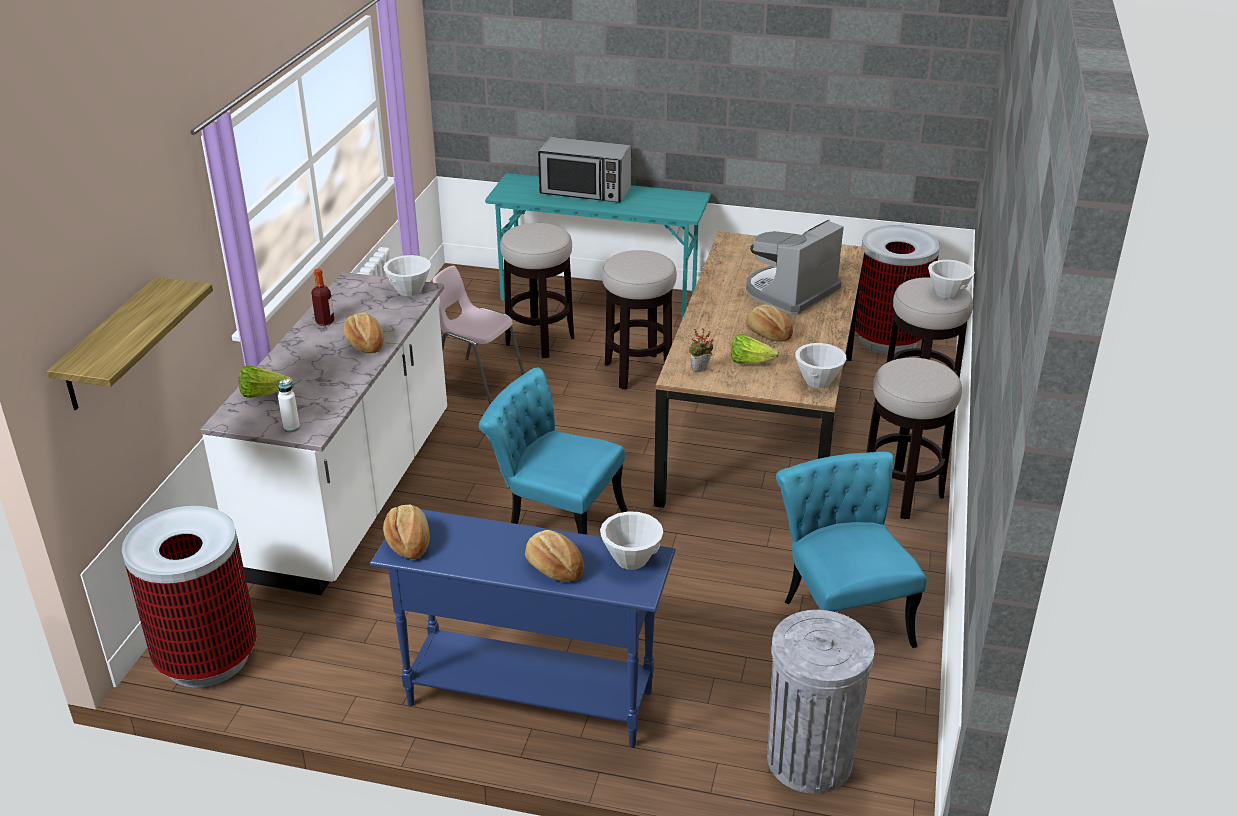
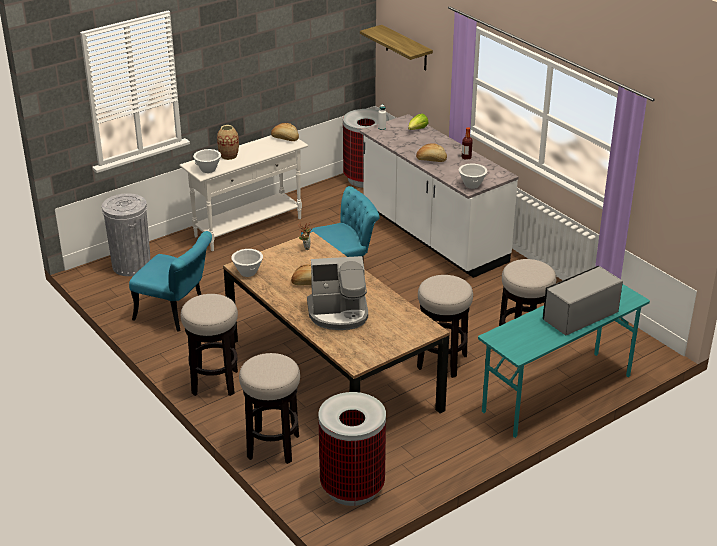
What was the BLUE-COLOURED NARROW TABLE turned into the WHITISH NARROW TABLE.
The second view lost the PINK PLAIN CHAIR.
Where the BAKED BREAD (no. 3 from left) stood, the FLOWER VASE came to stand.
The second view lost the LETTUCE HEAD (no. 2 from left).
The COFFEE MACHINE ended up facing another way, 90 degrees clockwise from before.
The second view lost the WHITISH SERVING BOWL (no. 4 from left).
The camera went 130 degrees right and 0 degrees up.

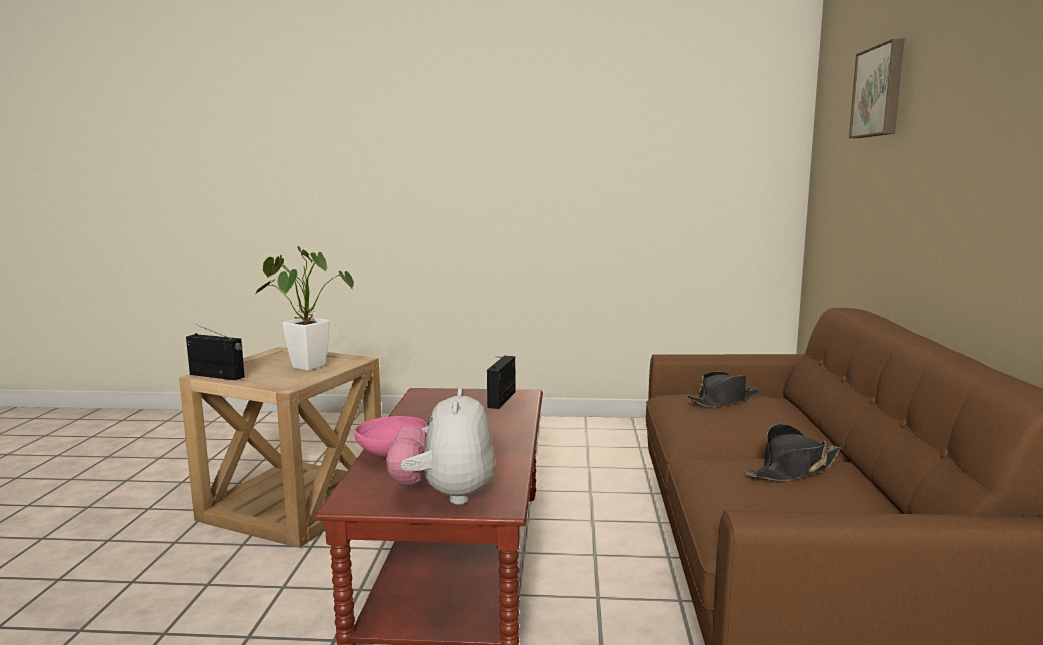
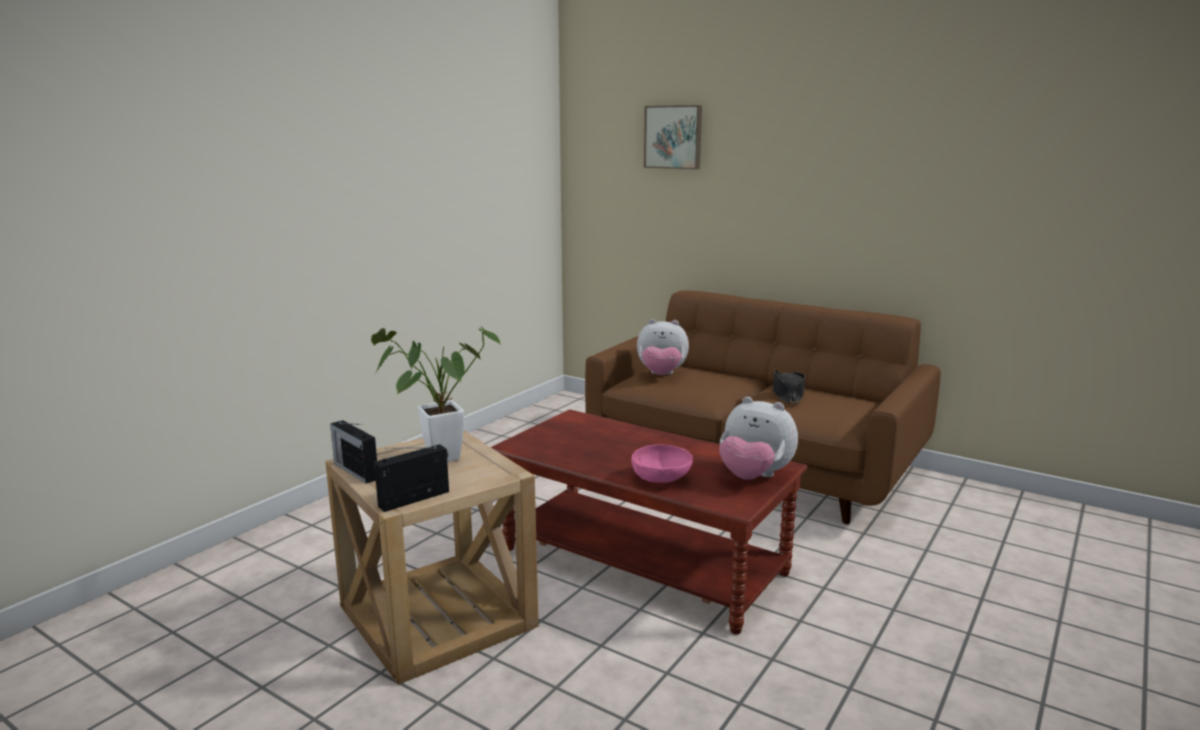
The RADIO (no. 2 from left in the first image) ended up elsewhere.
Where the BLACK-COLOURED HAT (no. 1 from left) stood, the SOFT TOY (no. 1 from left) came to stand.
The camera went 60 degrees left and 5 degrees up.

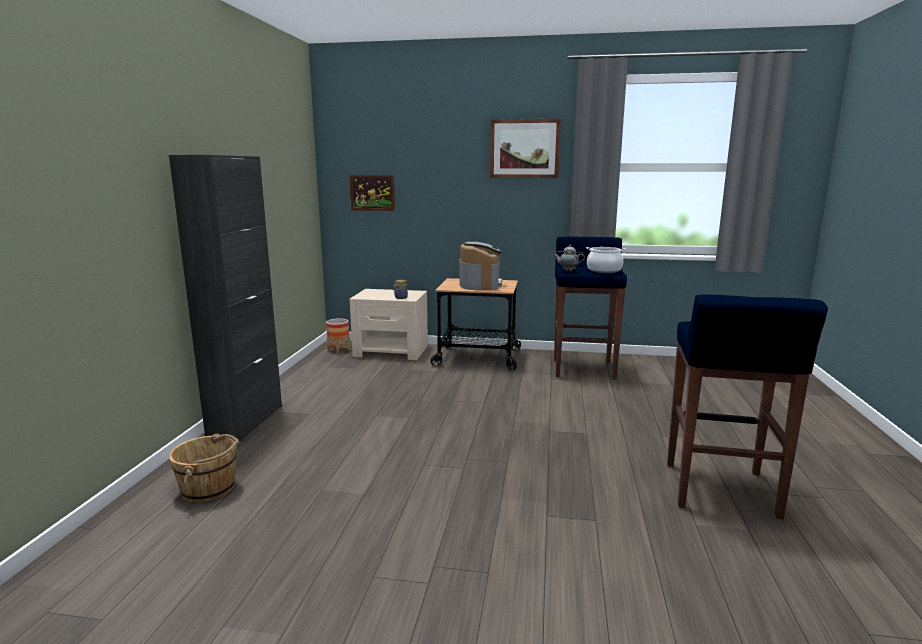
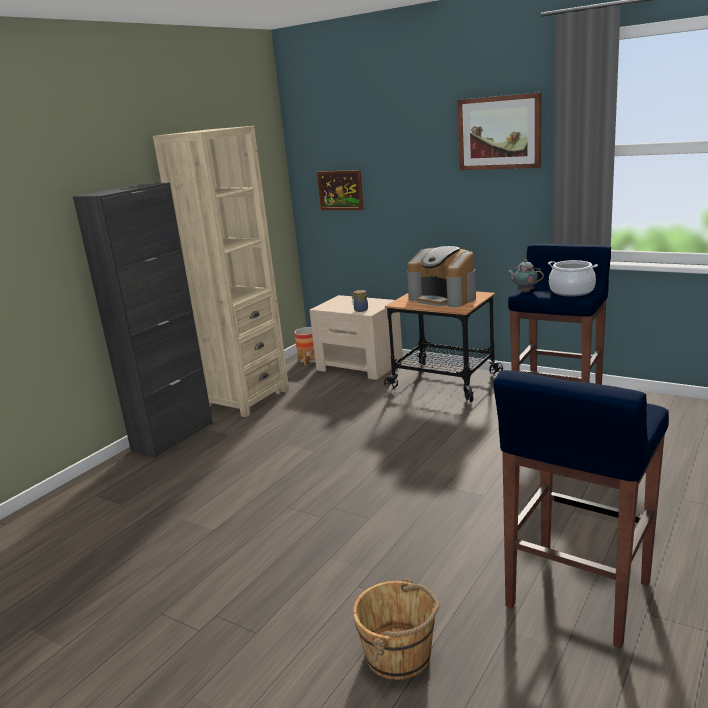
The BROWN-COLOURED PAIL ended up elsewhere.
The COFFEE MACHINE ended up facing another way, 105 degrees clockwise from before.
The second view gained the BEIGE BOOKSHELF.
The camera went 25 degrees right and 5 degrees up.

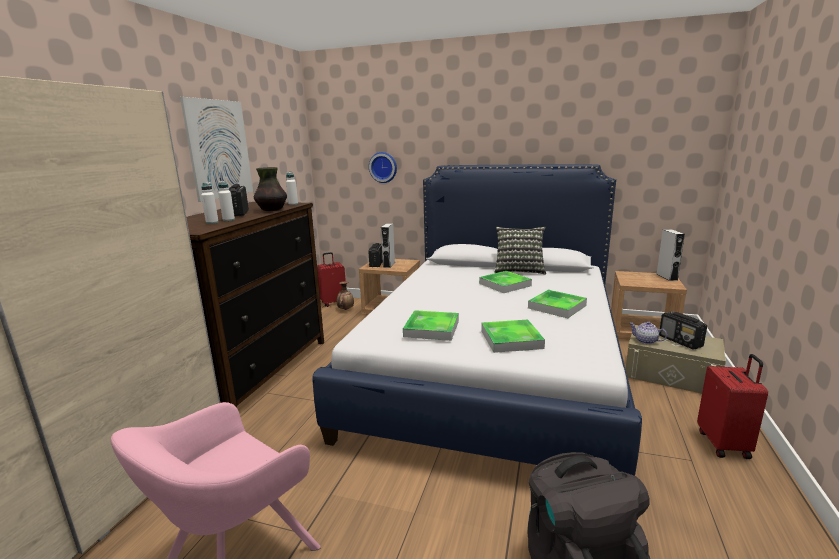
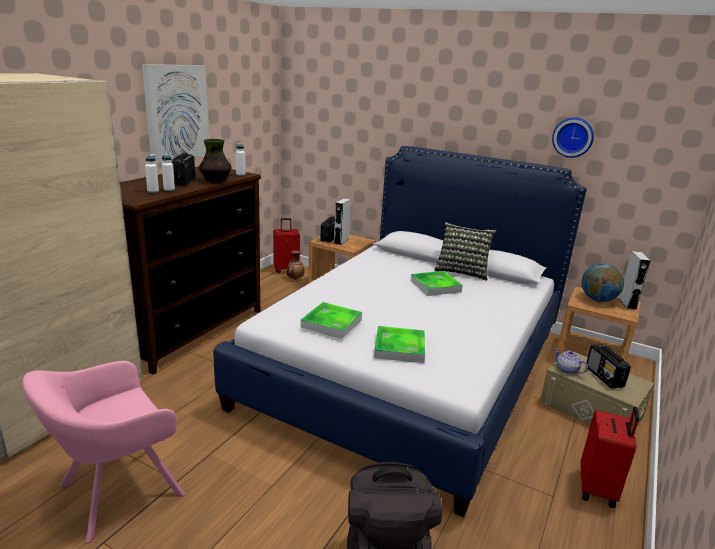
The CLOCK ON THE WALL ended up elsewhere.
The second view lost the CARRYING TRAY (no. 4 from left).
The second view gained the WORLD GLOBE.
The camera went 10 degrees right and 5 degrees up.

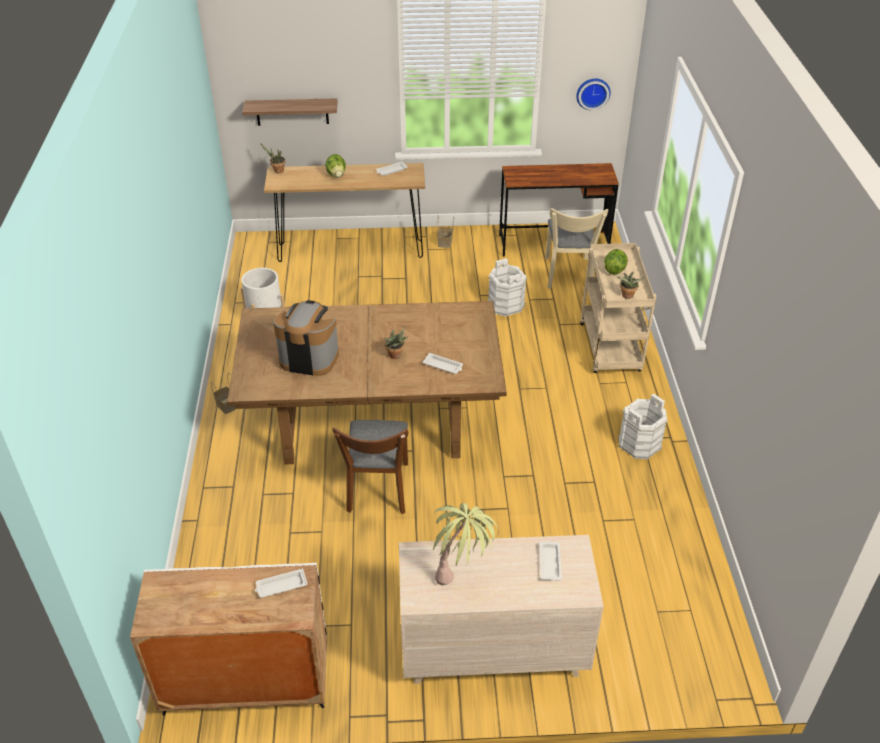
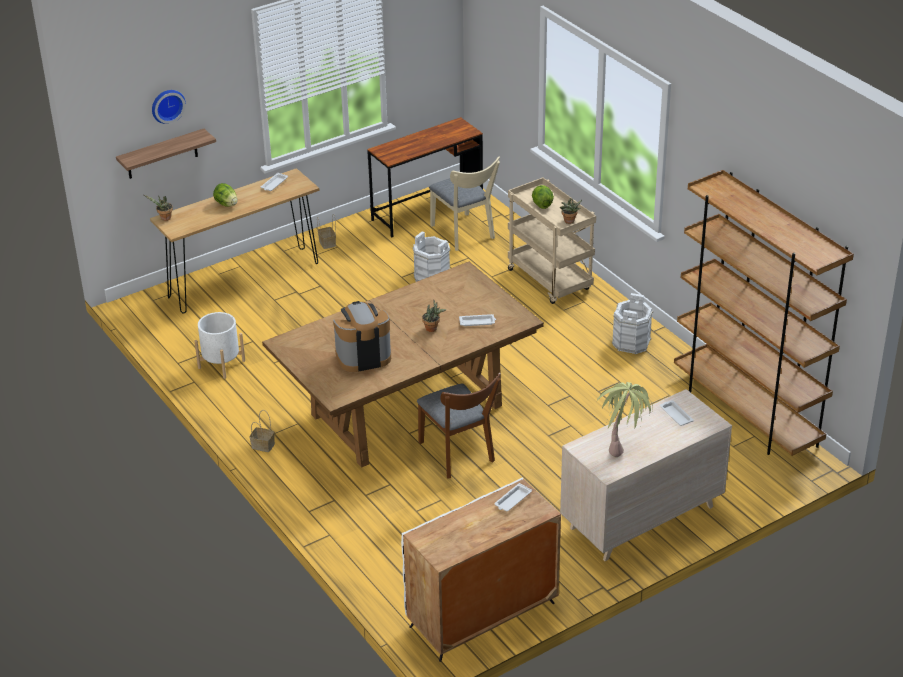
The CLOCK ON THE WALL ended up elsewhere.
The second view gained the BROWN-COLOURED BOOKSHELF.
The camera went 30 degrees left and 5 degrees down.

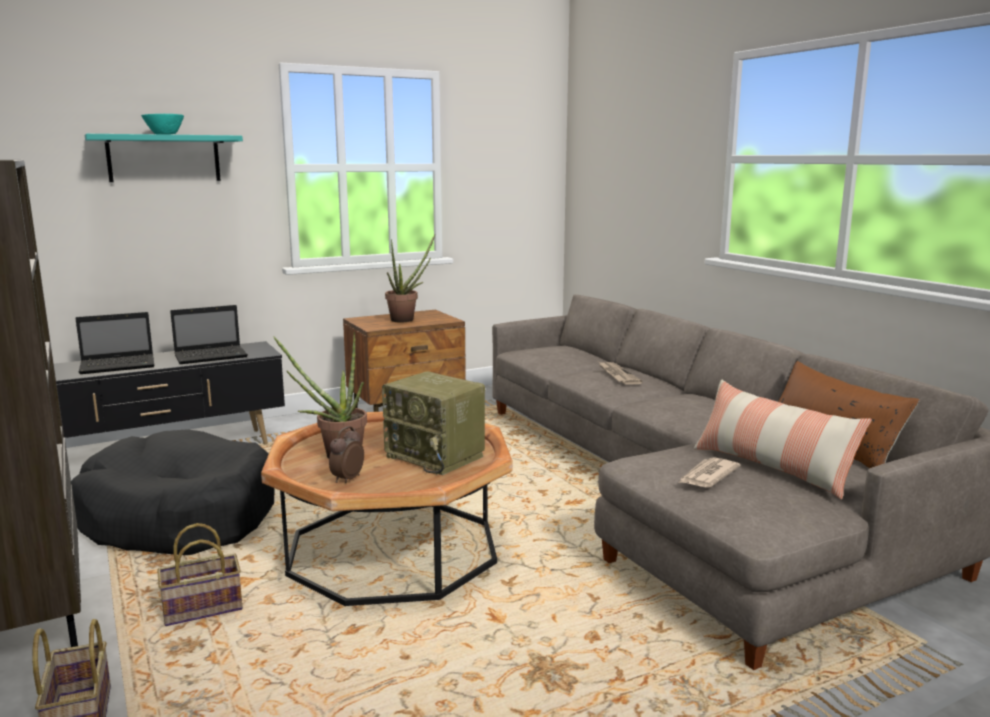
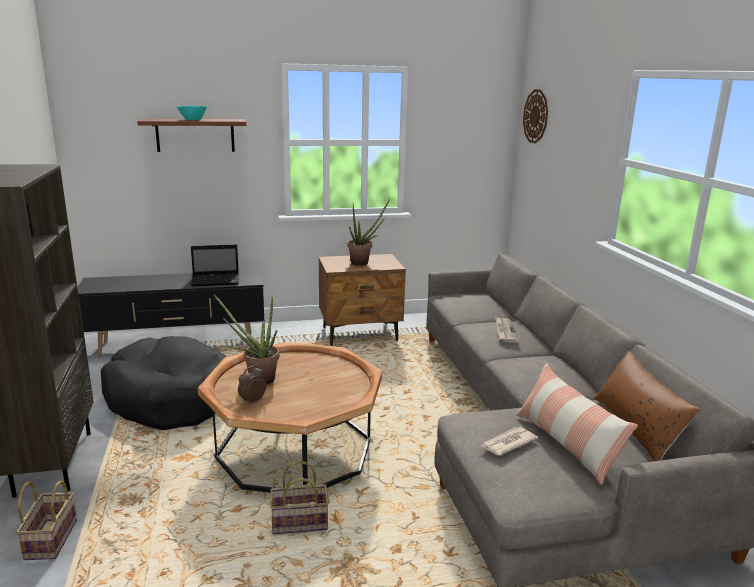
The second view lost the NOTEBOOK COMPUTER (no. 1 from left).
What was the TURQUOISE-COLOURED WALL SHELF turned into the BROWN-COLOURED WALL SHELF.
The HOUSEHOLD BASKET (no. 2 from left) ended up elsewhere.
The second view lost the RADIO.
The second view gained the CLOCK ON THE WALL.
The camera went 15 degrees right and 5 degrees up.

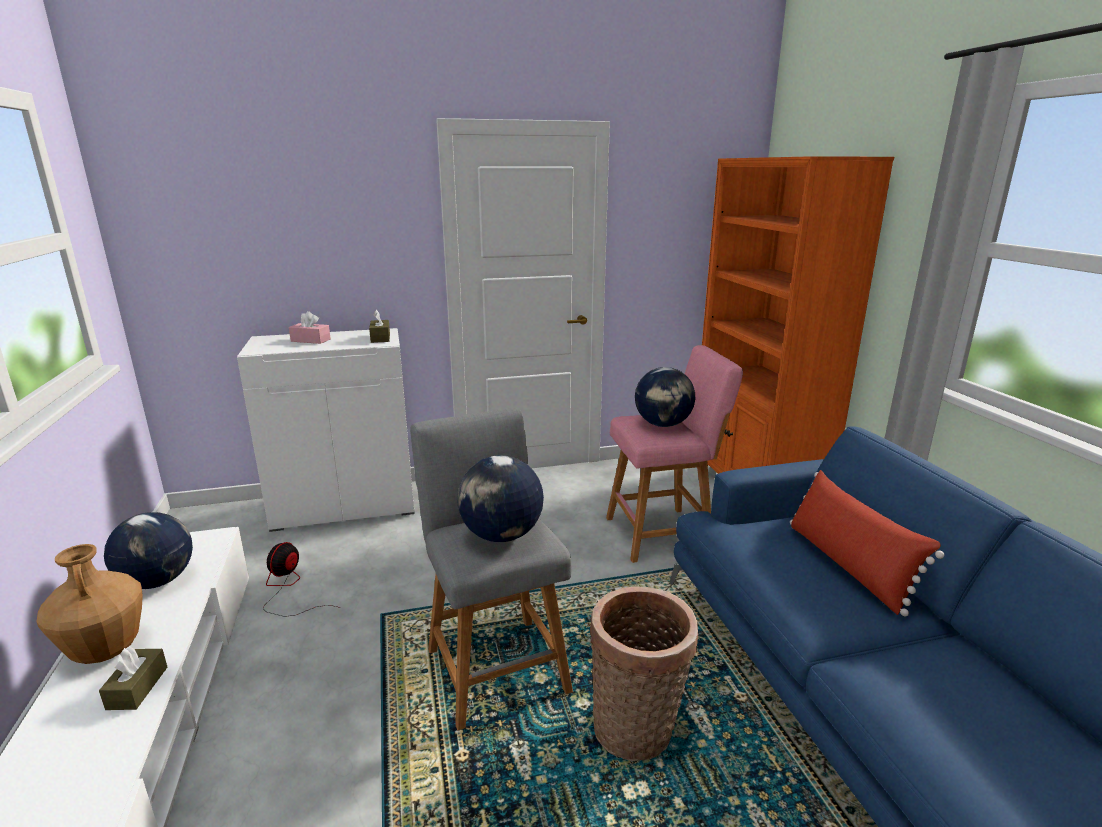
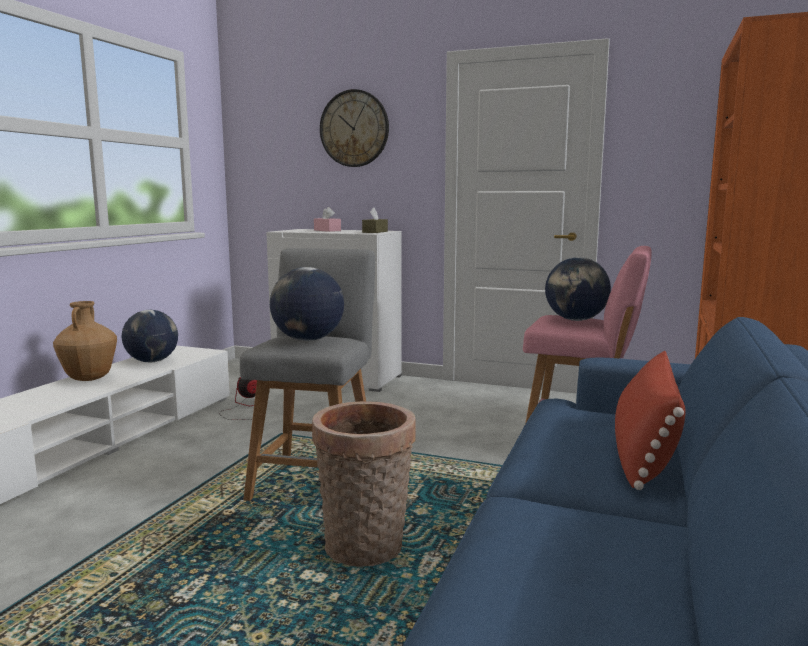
The second view lost the BROWN-COLOURED BOX OF TISSUES (no. 1 from left).
The second view gained the CLOCK ON THE WALL.
The camera went 35 degrees right and 10 degrees down.

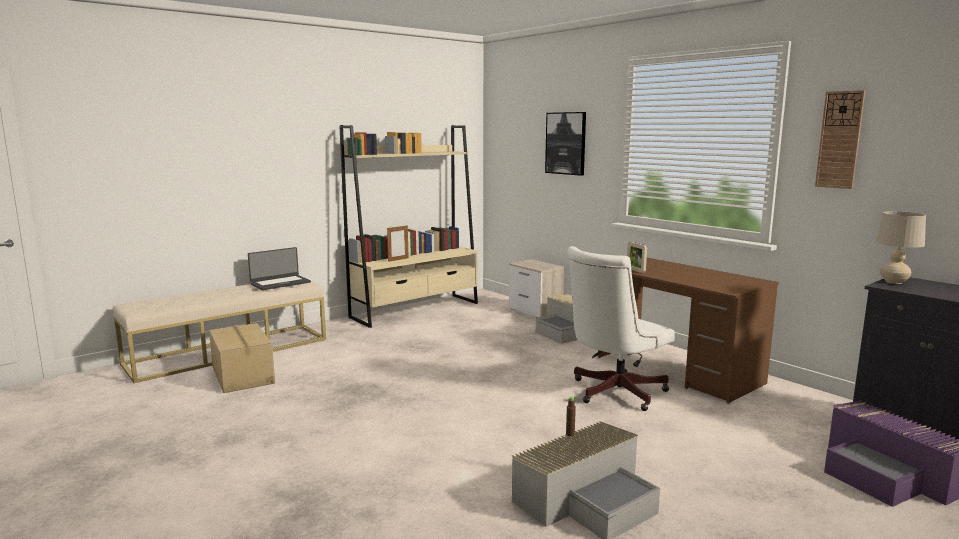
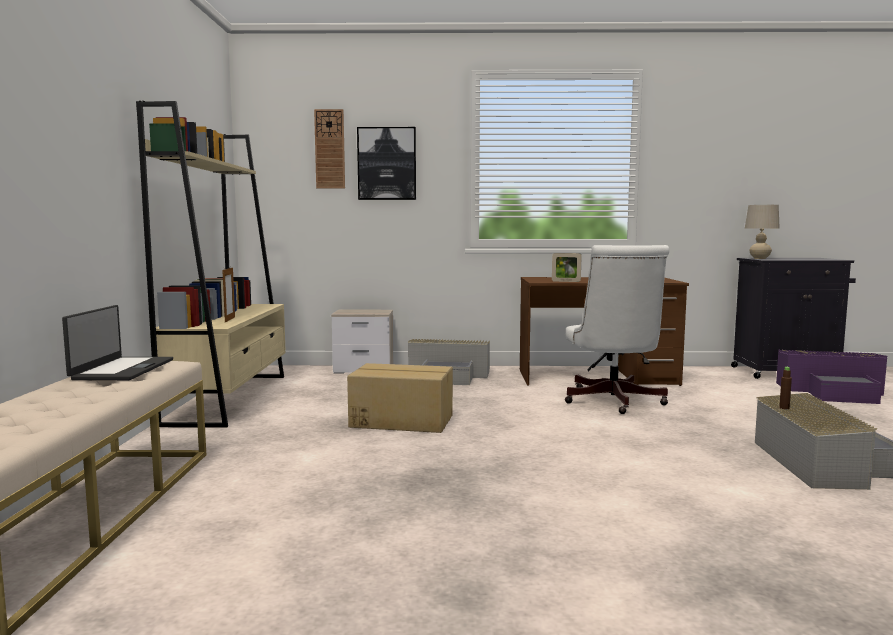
The CARDBOARD BOX ended up elsewhere.
The CLOCK ON THE WALL ended up elsewhere.
The camera went 50 degrees left and 5 degrees down.

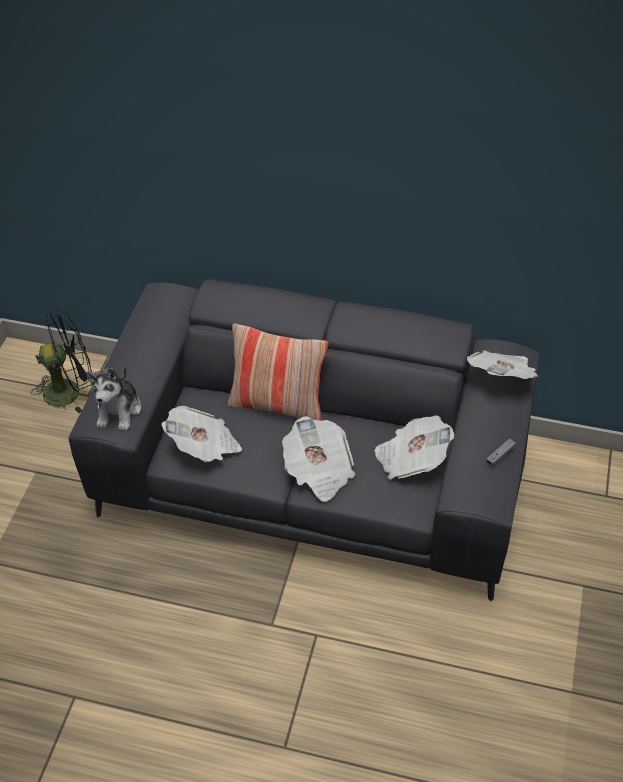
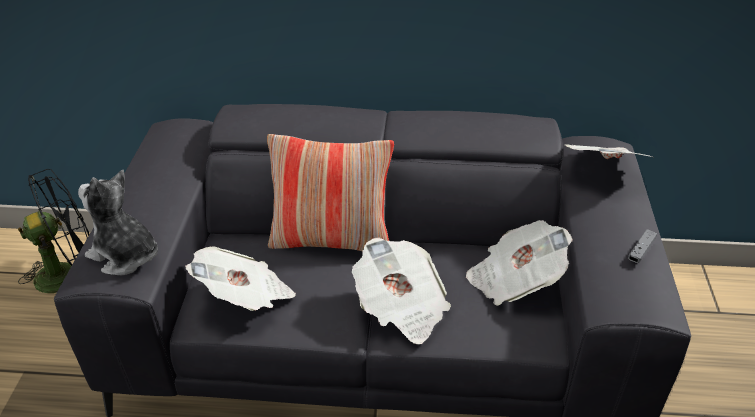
The SOFT TOY ended up facing another way, 120 degrees clockwise from before.
The camera went 10 degrees left and 10 degrees down.

